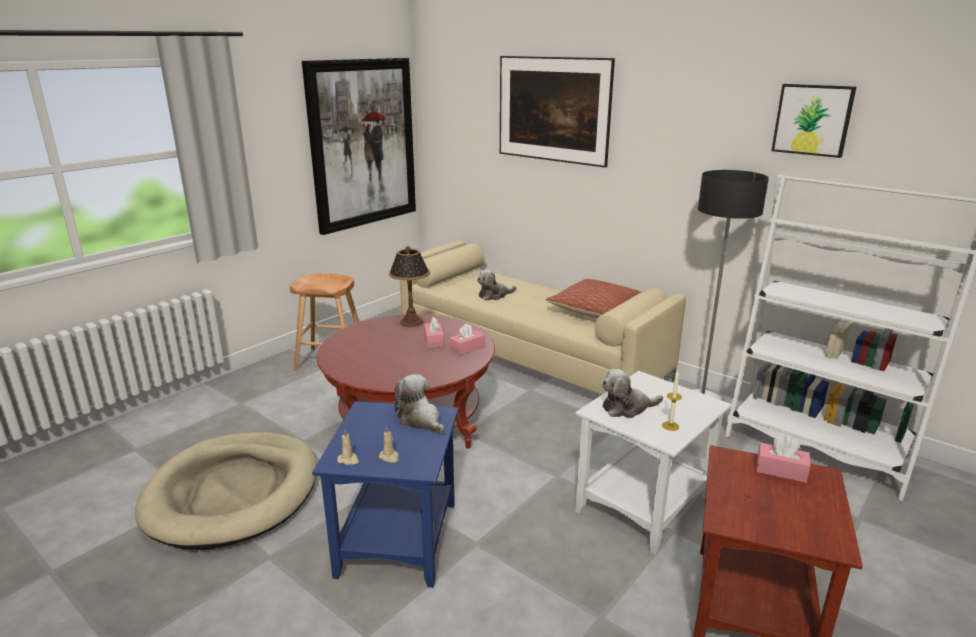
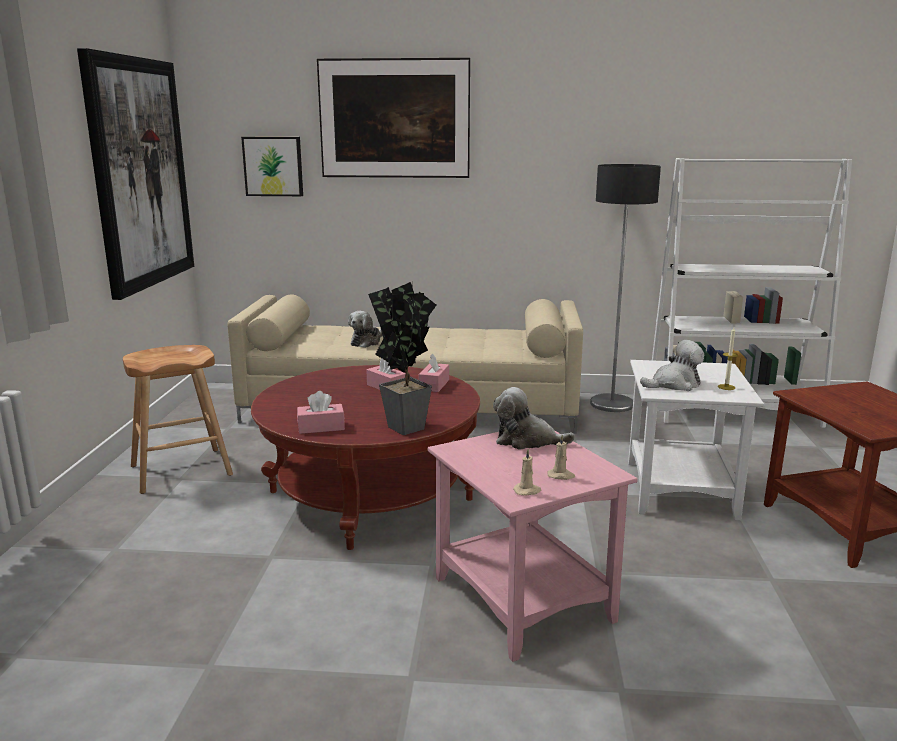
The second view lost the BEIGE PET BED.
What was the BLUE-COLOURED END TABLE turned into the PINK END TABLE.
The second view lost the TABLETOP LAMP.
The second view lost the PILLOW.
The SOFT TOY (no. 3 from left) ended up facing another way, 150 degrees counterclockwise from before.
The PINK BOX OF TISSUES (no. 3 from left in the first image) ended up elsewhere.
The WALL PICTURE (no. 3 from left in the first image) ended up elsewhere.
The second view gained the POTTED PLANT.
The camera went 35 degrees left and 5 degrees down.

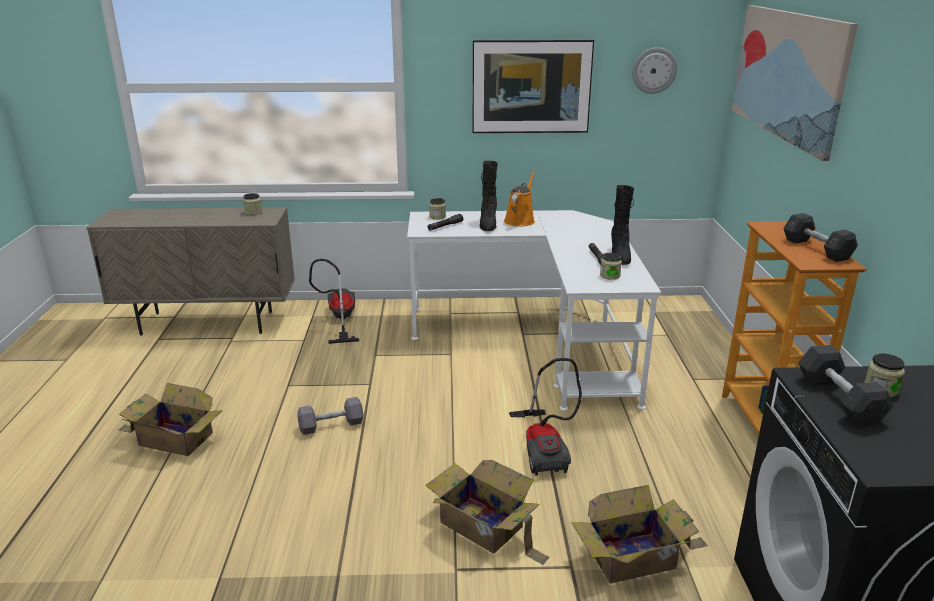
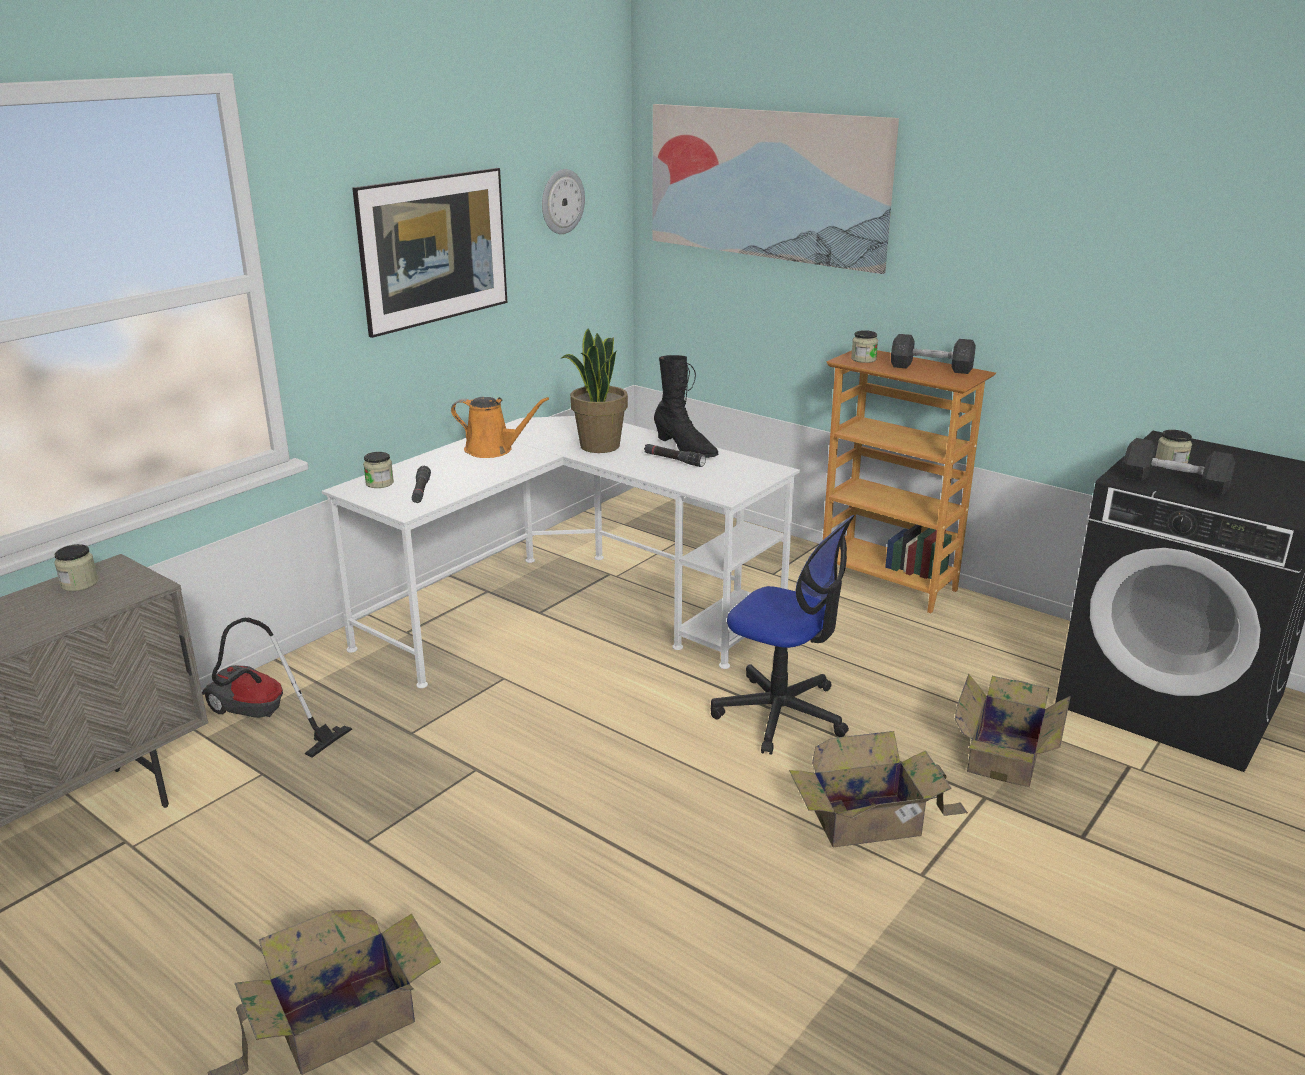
The second view lost the GREYISH DUMBBELL (no. 1 from left).
The second view lost the BLACK-COLOURED BOOT (no. 1 from left).
The ORANGE-COLOURED WATERING POT ended up facing another way, 135 degrees clockwise from before.
Where the HOOVER (no. 2 from left) stood, the OFFICE CHAIR came to stand.
The PRESERVE JAR (no. 3 from left) ended up elsewhere.
The second view gained the POTTED PLANT.
The camera went 50 degrees left and 0 degrees up.

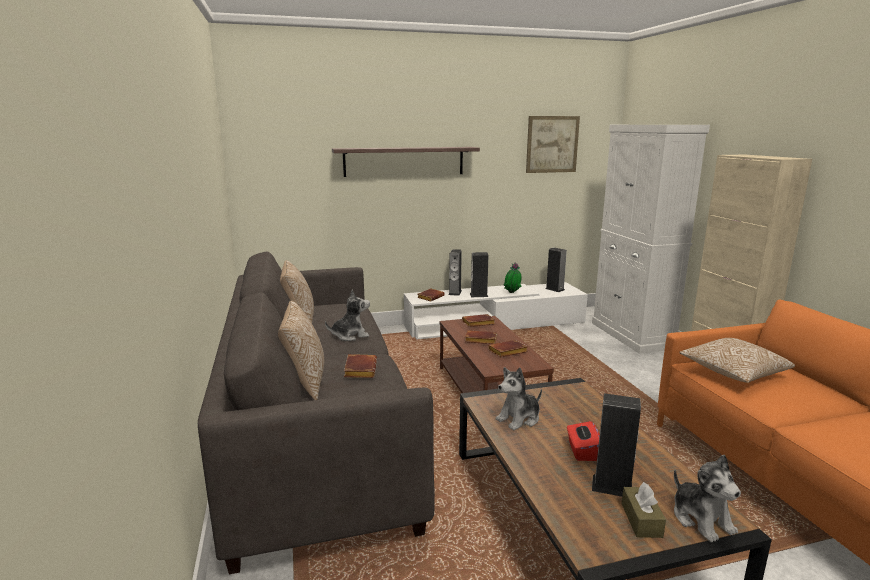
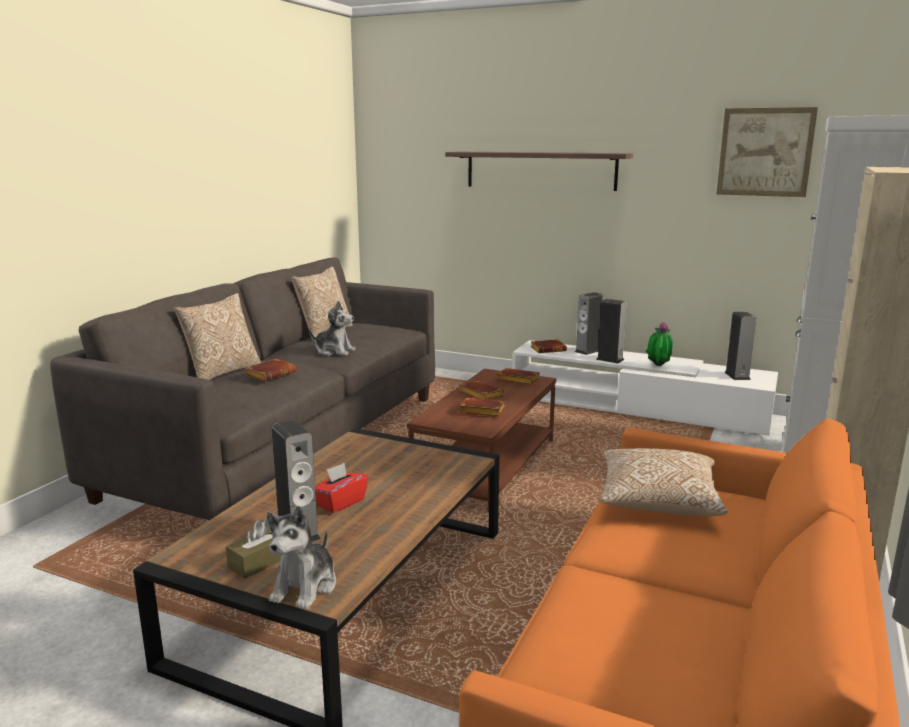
The second view lost the SOFT TOY (no. 2 from left).
The camera went 40 degrees right and 0 degrees up.

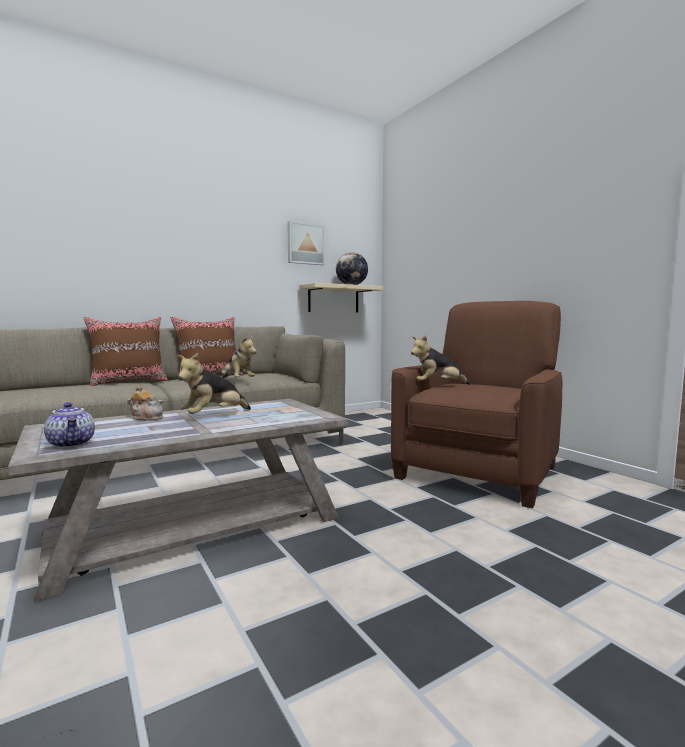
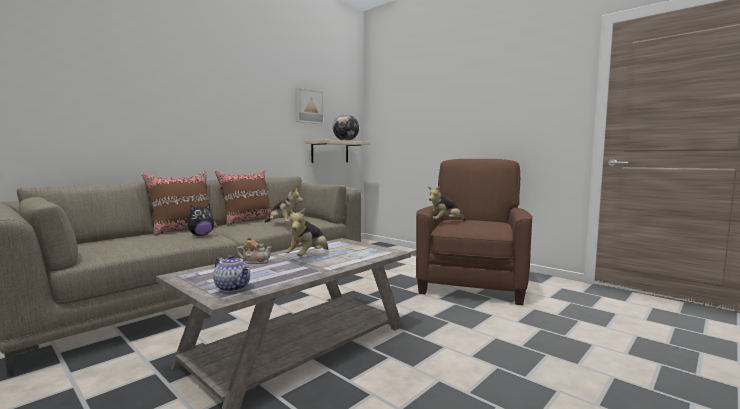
The second view gained the SOFT TOY (no. 1 from left).
The camera went 15 degrees left and 0 degrees up.

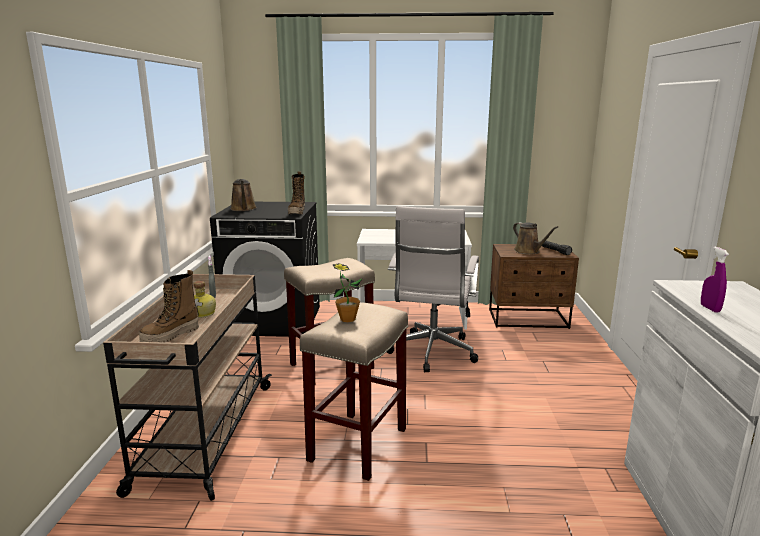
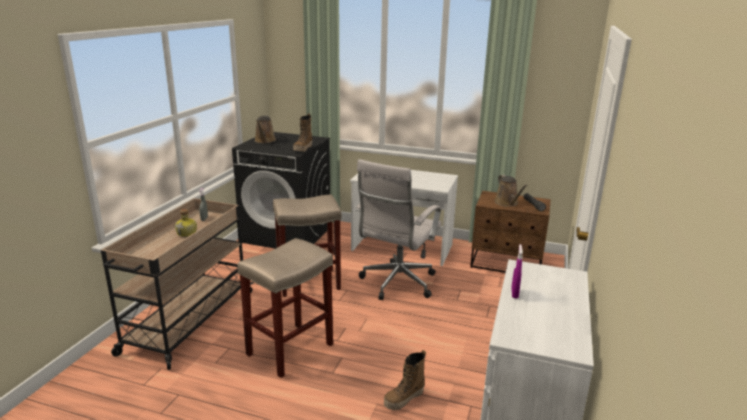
The BOOT (no. 1 from left in the first image) ended up elsewhere.
The second view lost the POTTED PLANT.
The camera went 15 degrees right and 5 degrees up.

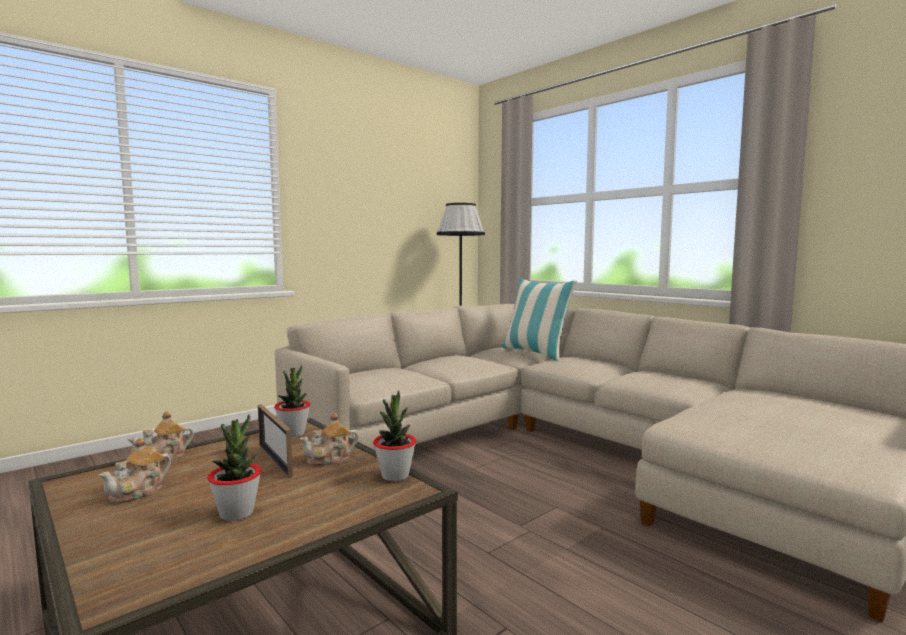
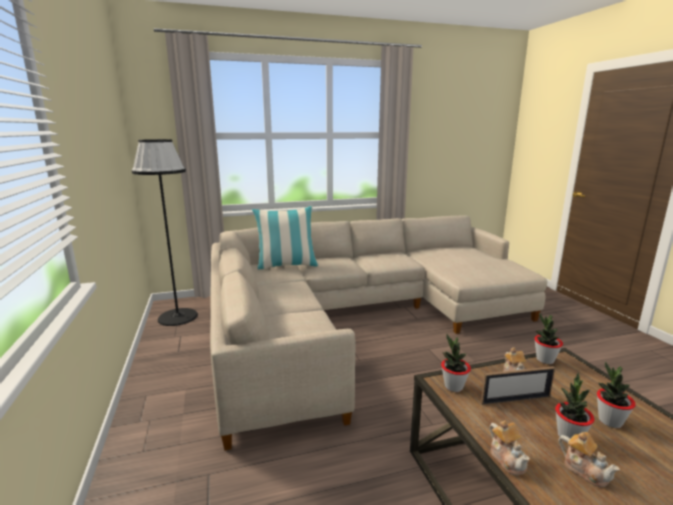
The second view gained the POTTED PLANT (no. 3 from left).
The camera went 65 degrees left and 10 degrees up.

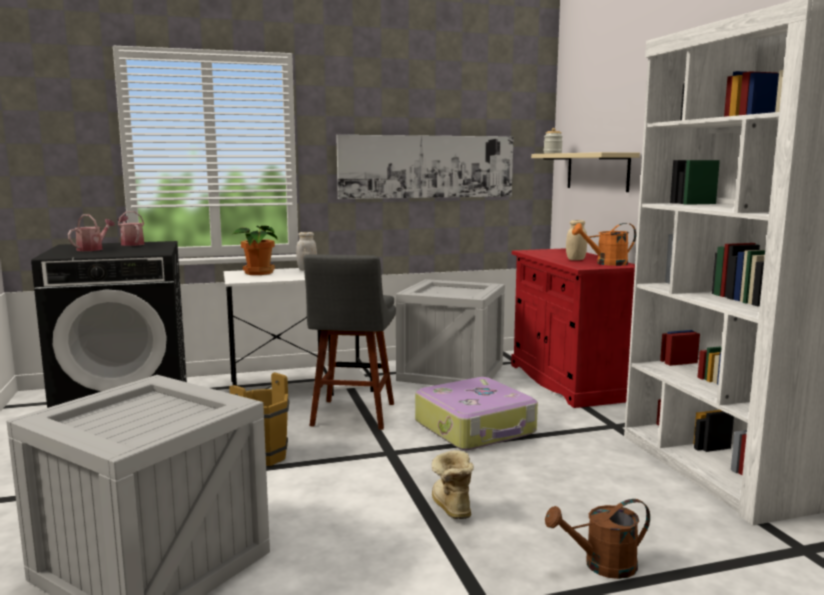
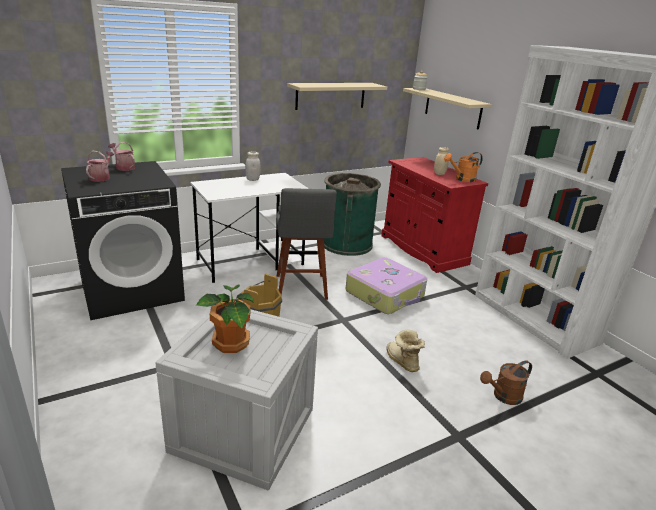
The POTTED PLANT ended up elsewhere.
Where the WALL PICTURE hung, the BEIGE WALL SHELF (no. 1 from left) came to hang.
Where the CRATE (no. 2 from left) stood, the GREENISH TRASH CAN came to stand.
The camera went 15 degrees left and 15 degrees up.

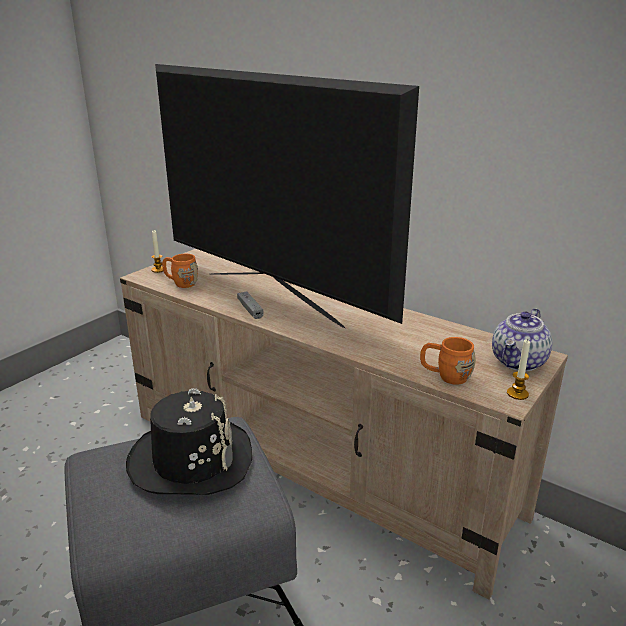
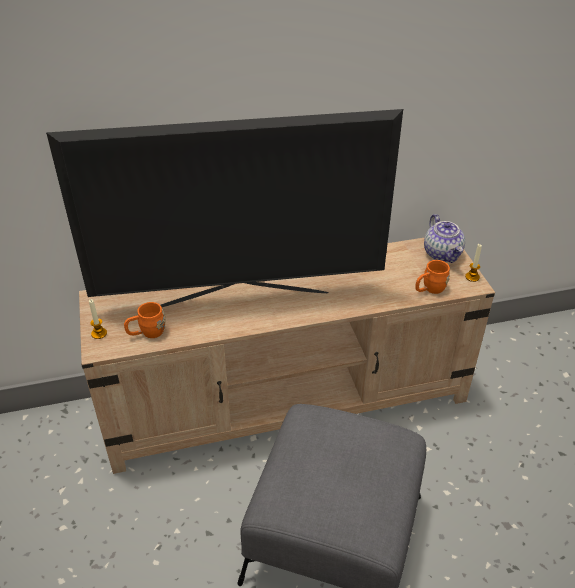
The second view lost the BLACK-COLOURED HAT.
The second view lost the GREYISH GAMEPAD.
The camera went 50 degrees left and 15 degrees up.

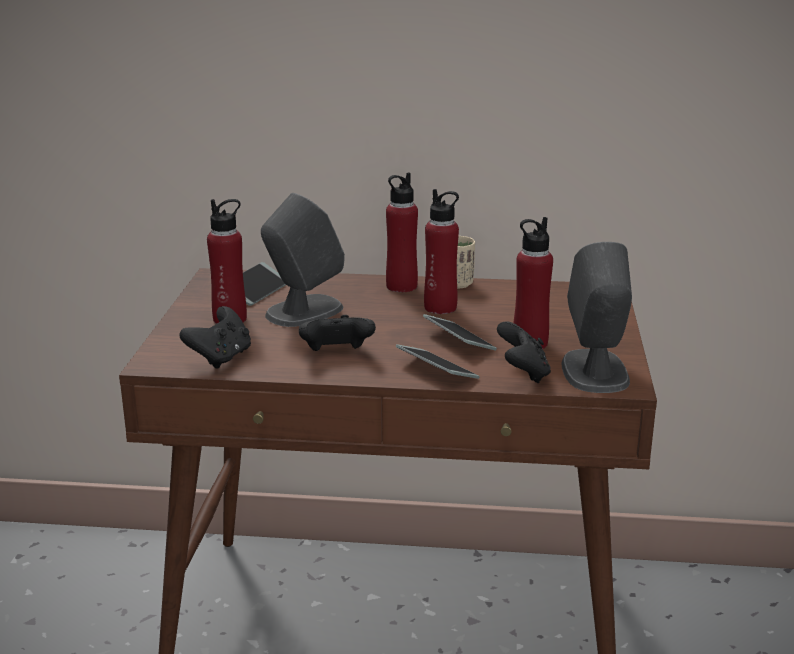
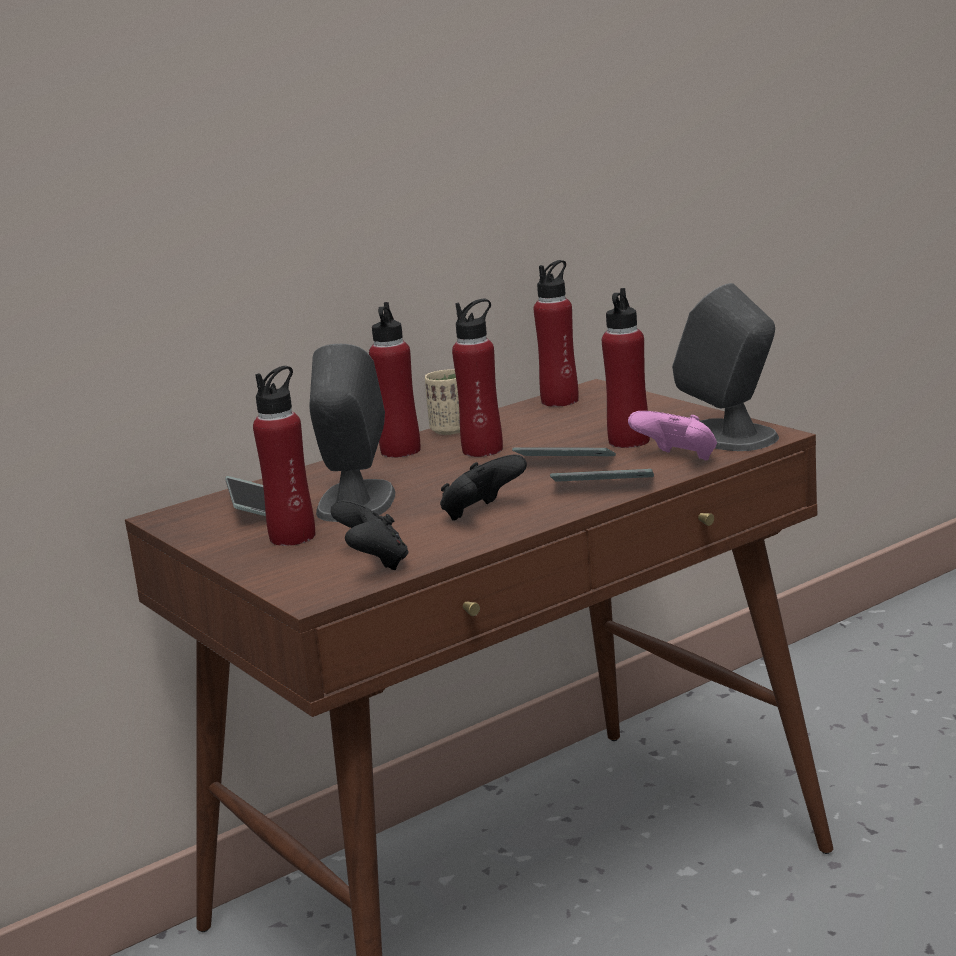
What was the BLACK-COLOURED GAMEPAD (no. 3 from left) turned into the PINK GAMEPAD.
The second view gained the RED BOTTLE (no. 4 from left).
The camera went 40 degrees left and 5 degrees down.

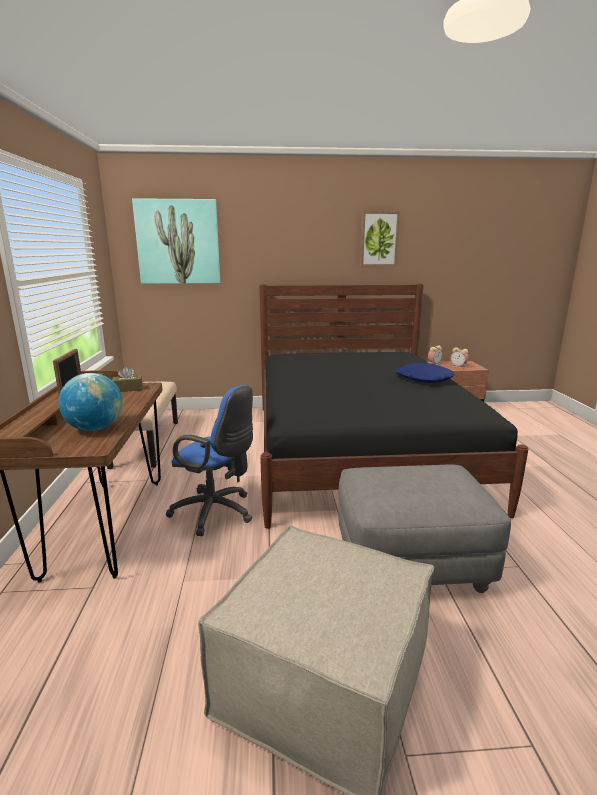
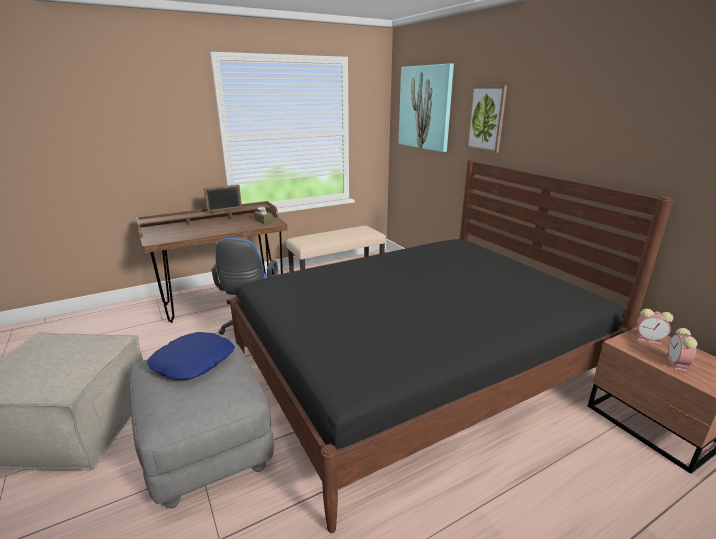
The second view lost the WORLD GLOBE.
The WALL PICTURE (no. 2 from left) ended up elsewhere.
The BLUE-COLOURED PILLOW ended up elsewhere.
The camera went 65 degrees right and 5 degrees up.

